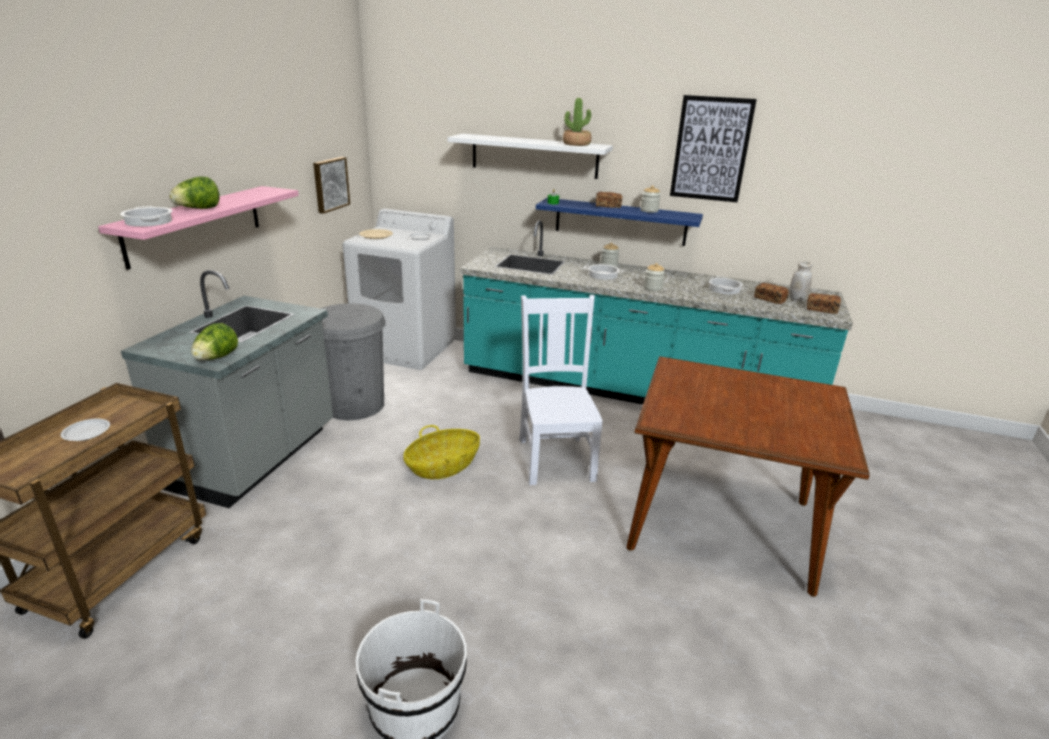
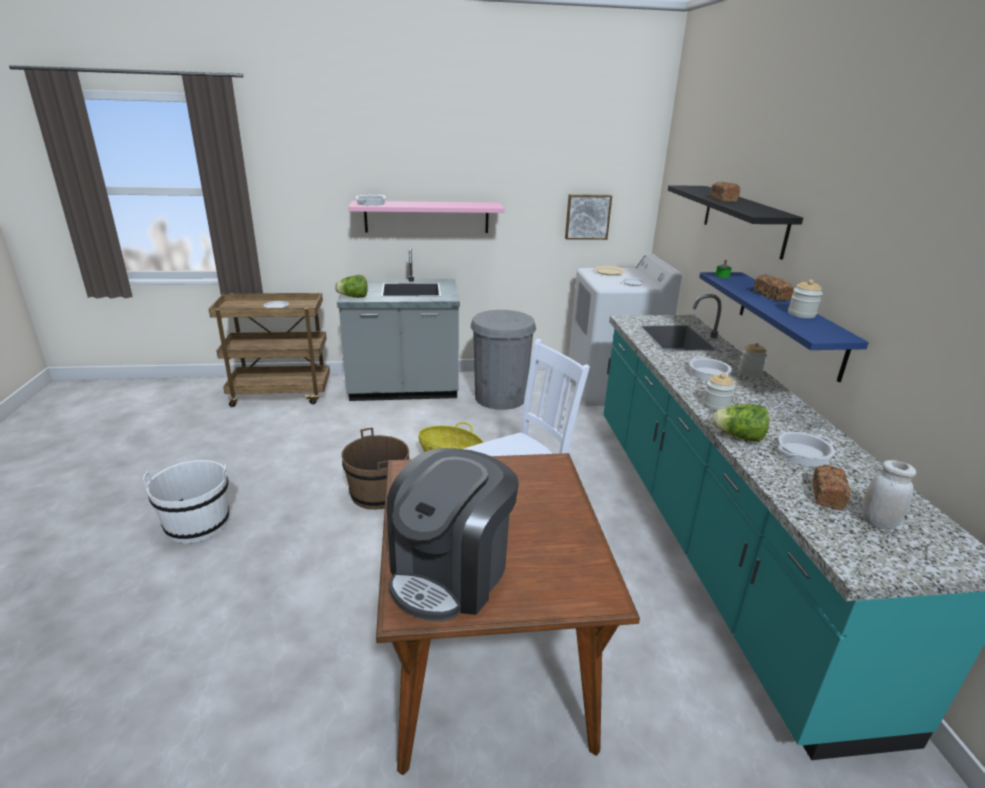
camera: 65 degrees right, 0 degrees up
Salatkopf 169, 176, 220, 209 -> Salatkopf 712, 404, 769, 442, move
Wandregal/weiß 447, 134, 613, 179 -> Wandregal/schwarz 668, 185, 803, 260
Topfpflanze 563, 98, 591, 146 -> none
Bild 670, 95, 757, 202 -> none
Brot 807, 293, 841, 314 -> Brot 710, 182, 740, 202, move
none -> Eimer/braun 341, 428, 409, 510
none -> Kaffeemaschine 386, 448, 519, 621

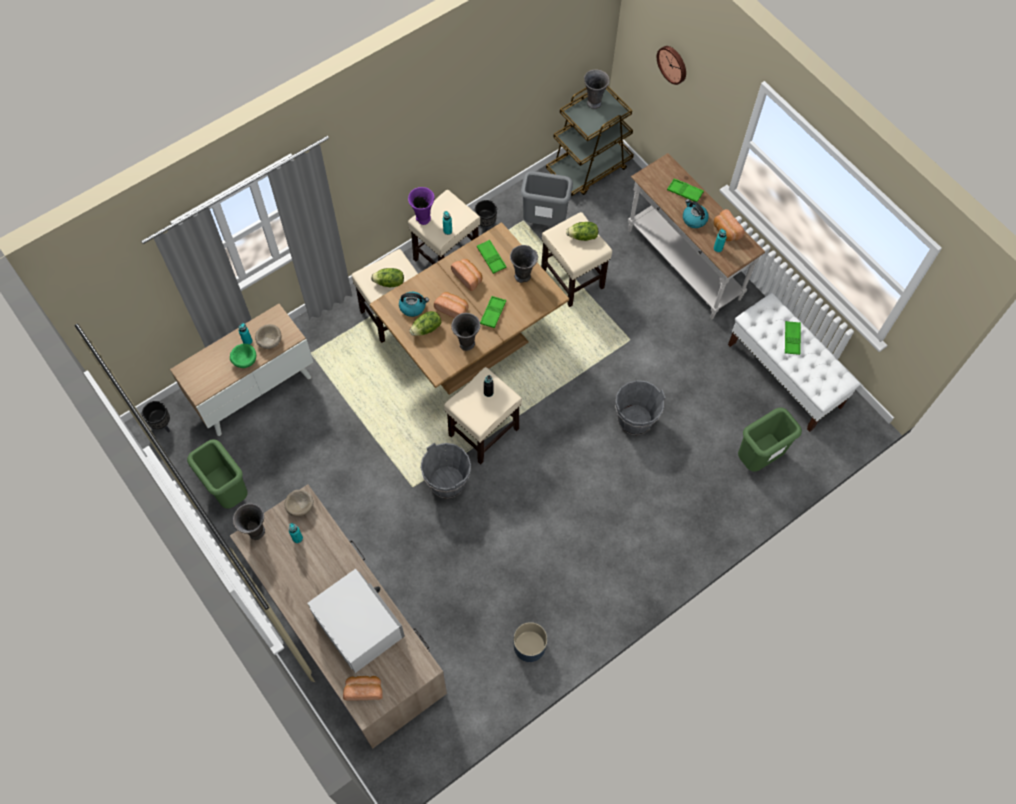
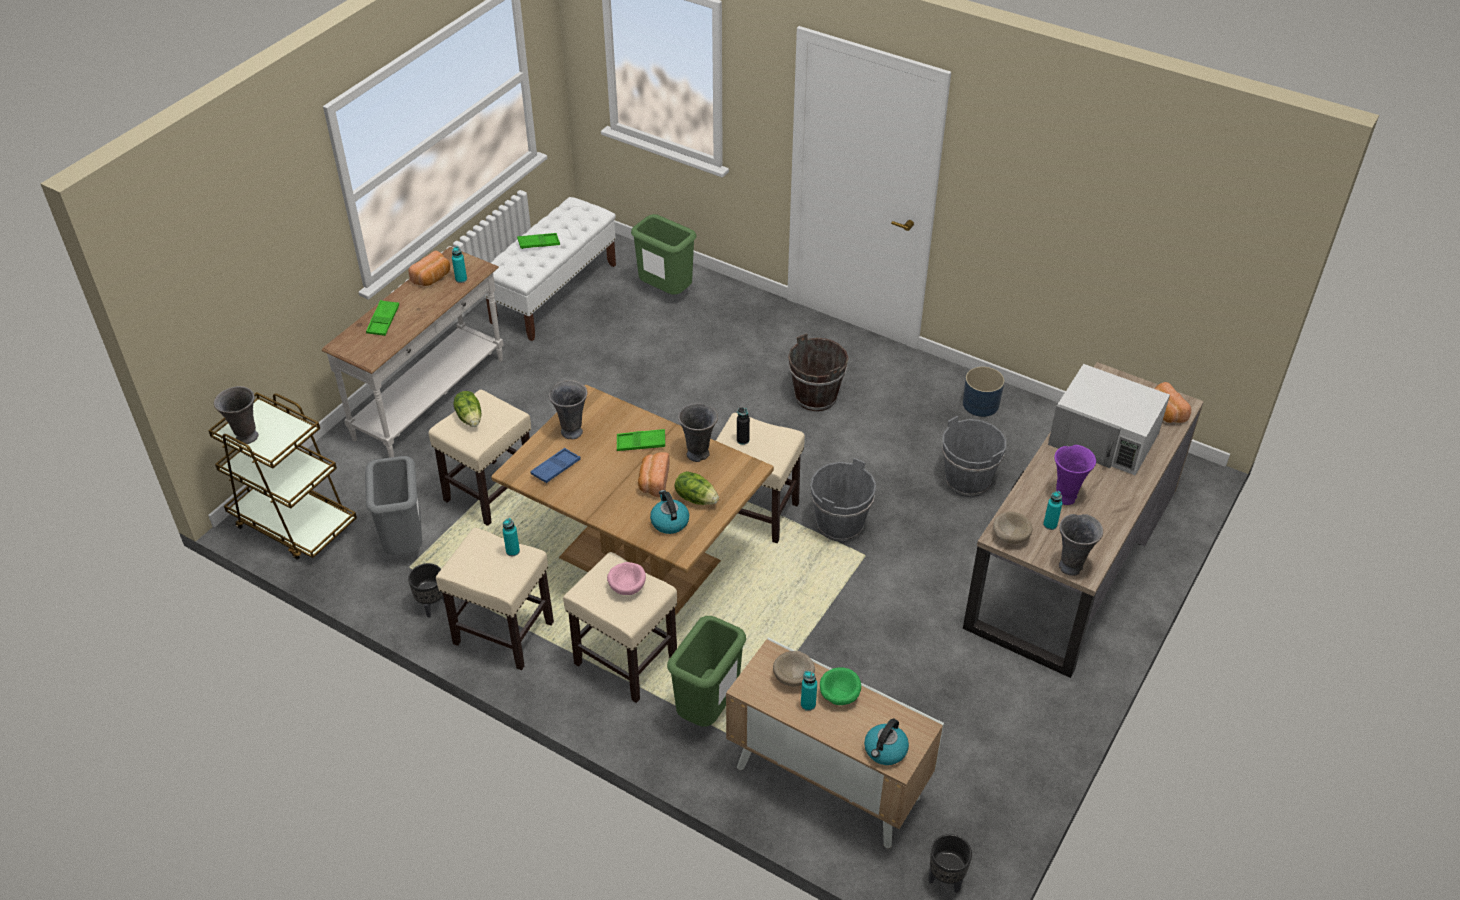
camera: 110 degrees left, 20 degrees down
Mülleimer/grün 187, 439, 247, 509 -> Mülleimer/grün 667, 616, 746, 727, move
Mikrowelle/weiß 308, 569, 405, 673 -> Mikrowelle/weiß 1048, 364, 1170, 476, 90 degrees counterclockwise
Salatkopf 371, 268, 404, 288 -> Schüssel/rosa 607, 562, 646, 595
Vase/lila 408, 187, 435, 225 -> Vase/lila 1055, 445, 1096, 505, move
Brot 451, 259, 482, 291 -> none
Tablett/grün 477, 240, 506, 274 -> Tablett/blau 530, 448, 581, 483
Eimer/grau 615, 380, 666, 435 -> Eimer/grau 942, 416, 1006, 497, move
Wanduhr 657, 46, 686, 85 -> none
Wasserkessel 683, 199, 709, 228 -> Wasserkessel 864, 718, 909, 765, move
none -> Eimer/braun 788, 333, 849, 412

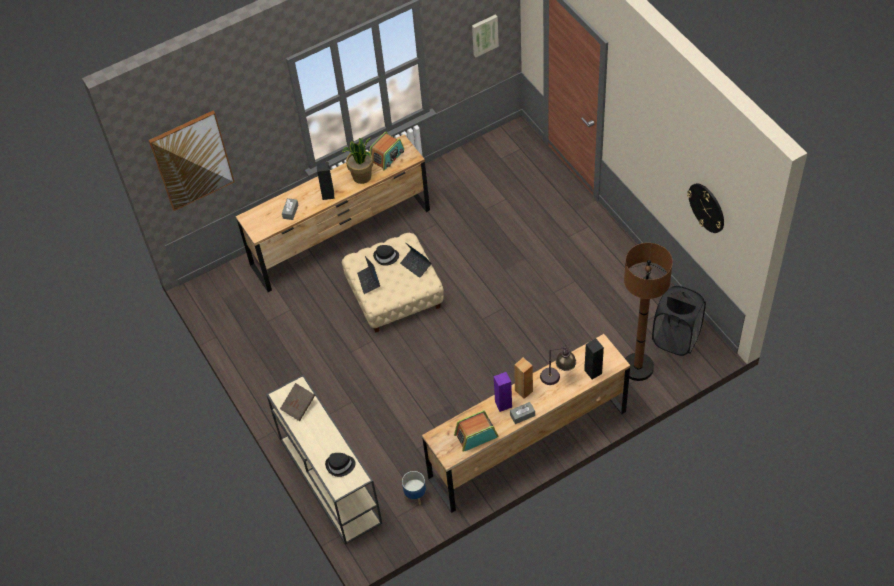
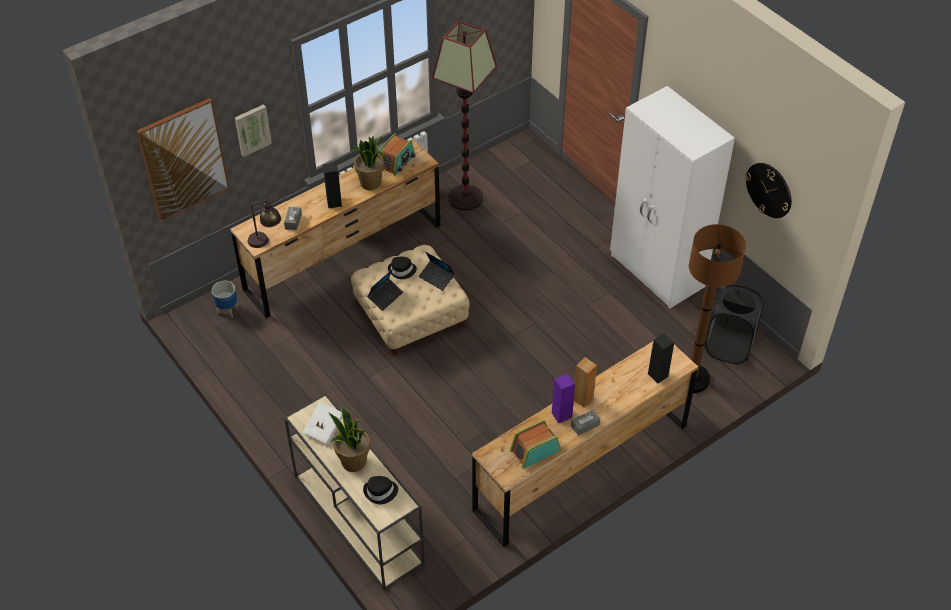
camera: 10 degrees left, 5 degrees down
Buch/braun 280, 383, 315, 421 -> Buch/weiß 303, 402, 342, 445
Laptop 357, 256, 380, 294 -> Laptop 367, 269, 403, 311, 120 degrees counterclockwise
Pflanzkübel 402, 471, 426, 505 -> Pflanzkübel 212, 281, 239, 317, move
Bild 472, 14, 499, 57 -> Bild 235, 104, 272, 157, move
Tischlampe 540, 345, 576, 385 -> Tischlampe 248, 197, 281, 248, move
none -> Topfpflanze 329, 407, 370, 472
none -> Stehlampe 432, 21, 497, 211
none -> Kleiderschrank/weiß 610, 86, 735, 308

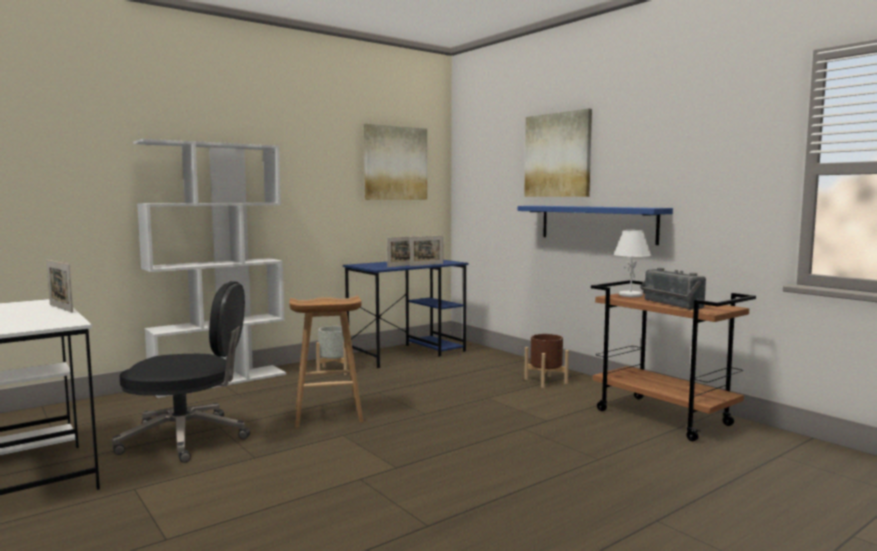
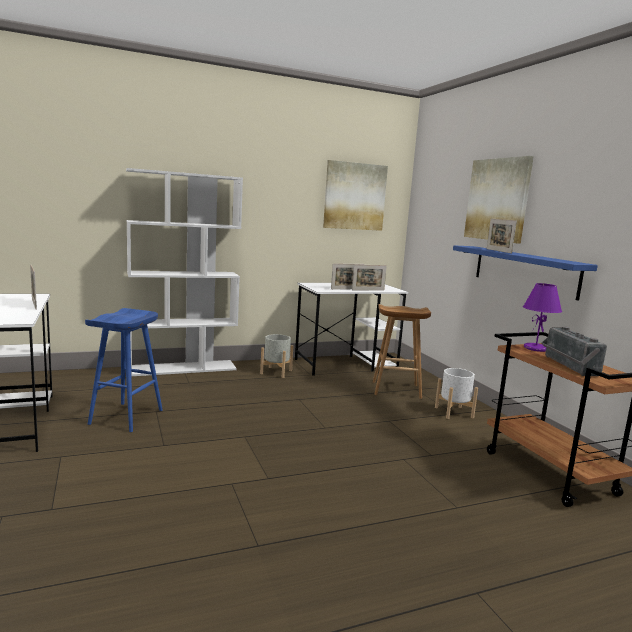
camera: 15 degrees right, 5 degrees up
Bürostuhl/schwarz 112, 281, 251, 463 -> Hocker/blau 85, 308, 163, 432
Hocker/braun 290, 295, 363, 427 -> Hocker/braun 373, 304, 431, 399, move
Schreibtisch/blau 343, 260, 469, 368 -> Schreibtisch/weiß 295, 283, 408, 376
Pflanzkübel/braun 524, 334, 569, 388 -> Pflanzkübel/weiß 435, 368, 478, 419
Tischlampe/weiß 613, 230, 652, 297 -> Tischlampe/lila 523, 283, 562, 352
none -> Bilderrahmen 487, 219, 517, 253

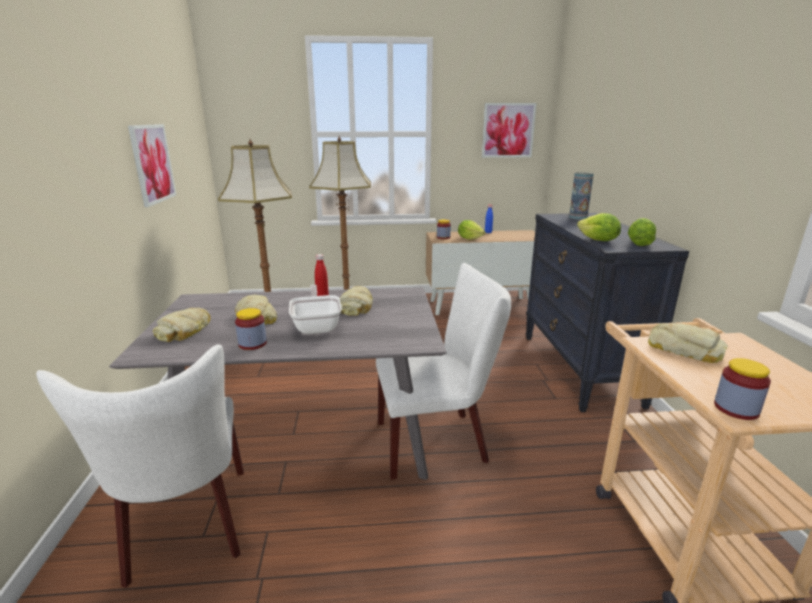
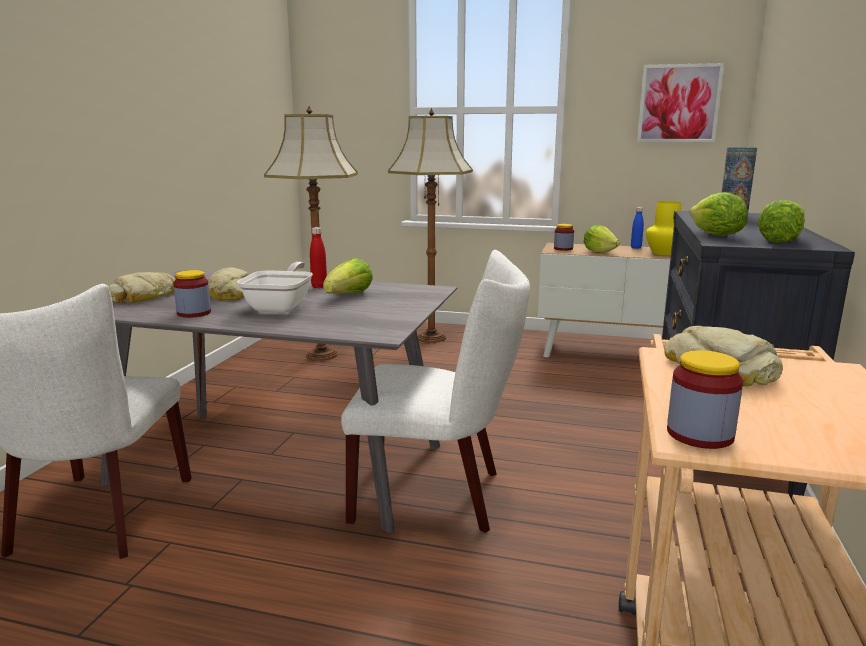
camera: 20 degrees right, 5 degrees down
Bild 128, 124, 176, 207 -> none
Brot 340, 286, 373, 316 -> Salatkopf 323, 258, 373, 294
none -> Vase/gelb 646, 201, 681, 255

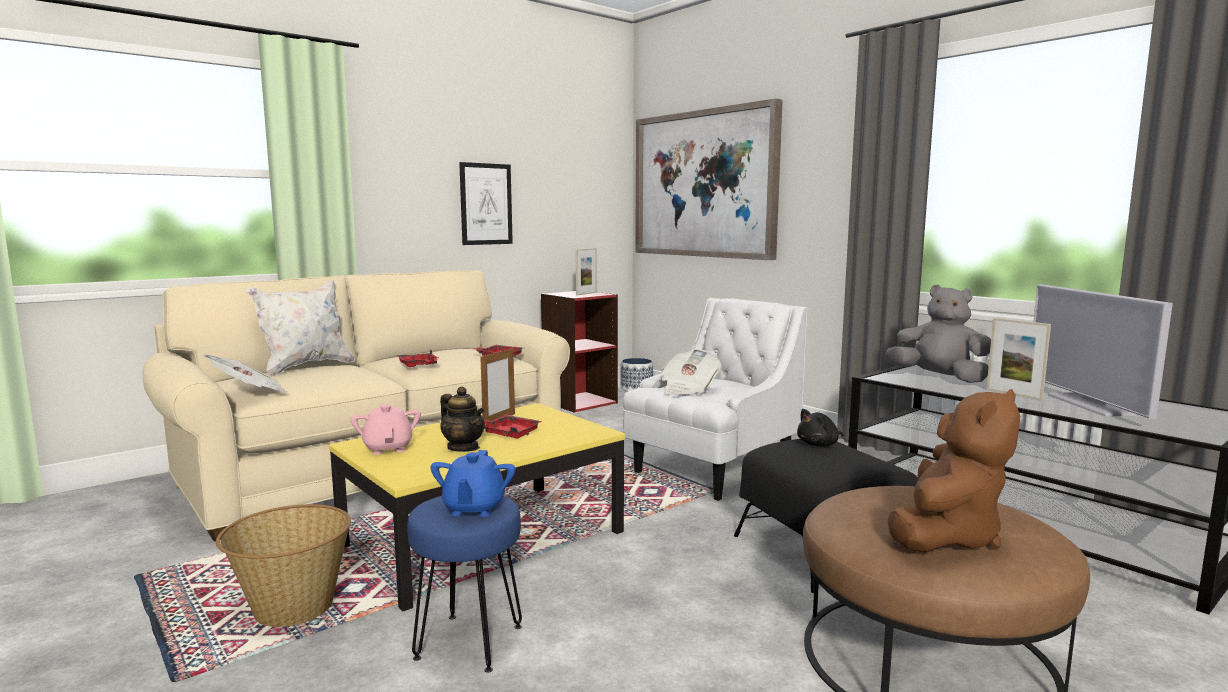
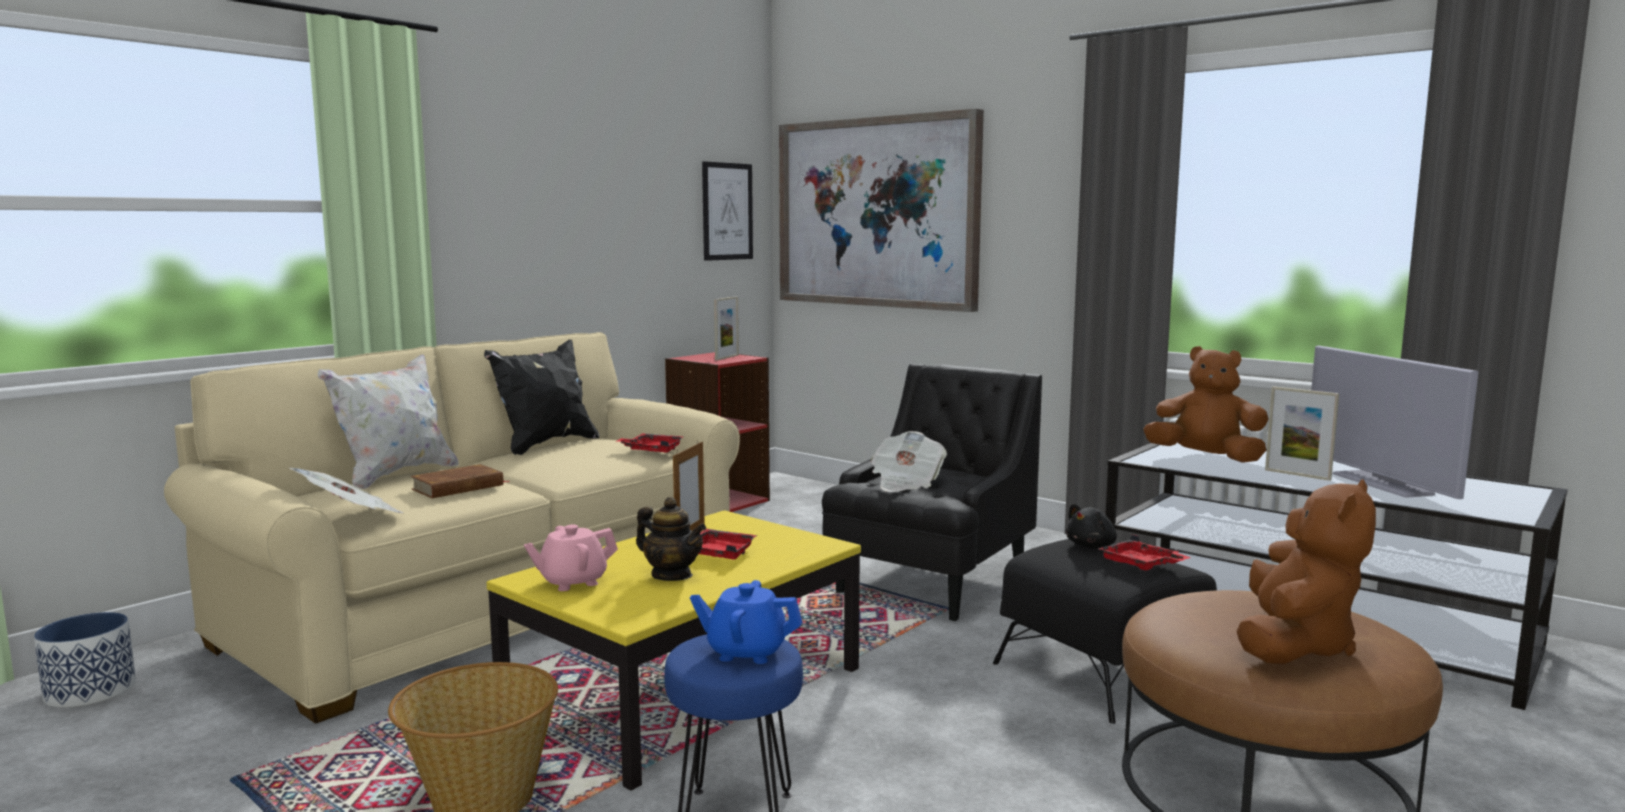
camera: 10 degrees left, 0 degrees up
Teekanne/rosa 350, 404, 421, 455 -> Teekanne/rosa 524, 525, 618, 591, 90 degrees counterclockwise
Tablett/rot 396, 350, 439, 367 -> Tablett/rot 1098, 534, 1191, 571, move
Teekanne/blau 431, 450, 515, 517 -> Teekanne/blau 690, 580, 802, 664, 105 degrees clockwise
Bild 459, 162, 513, 245 -> Bild 702, 161, 753, 261, move
Pflanzkübel 621, 358, 653, 391 -> Pflanzkübel 34, 612, 136, 708, move
Sessel/weiß 623, 298, 808, 501 -> Sessel/schwarz 822, 363, 1042, 621
Plüschtier/grau 885, 285, 991, 383 -> Plüschtier/braun 1143, 346, 1269, 463
none -> Buch/braun 410, 464, 510, 498
none -> Kissen/schwarz 484, 340, 599, 455

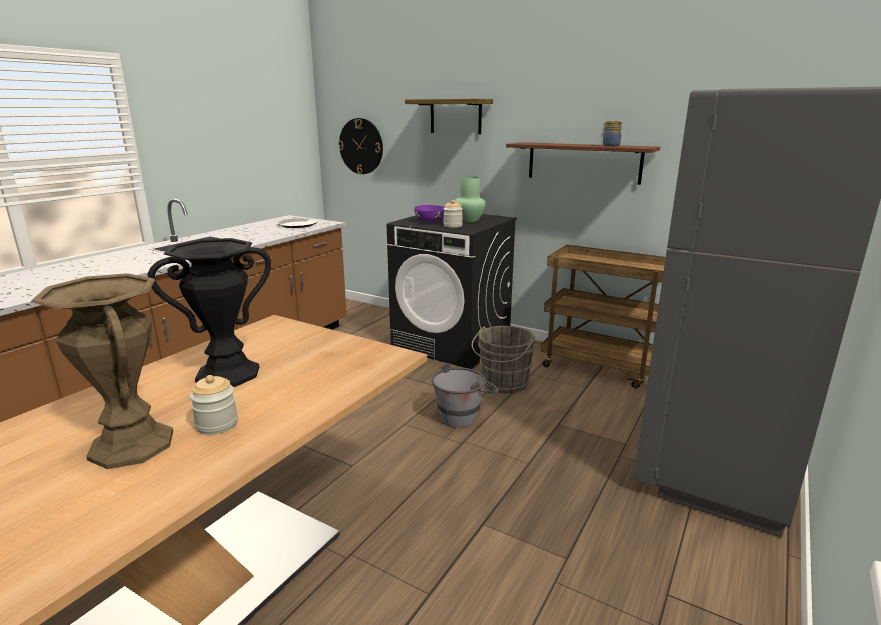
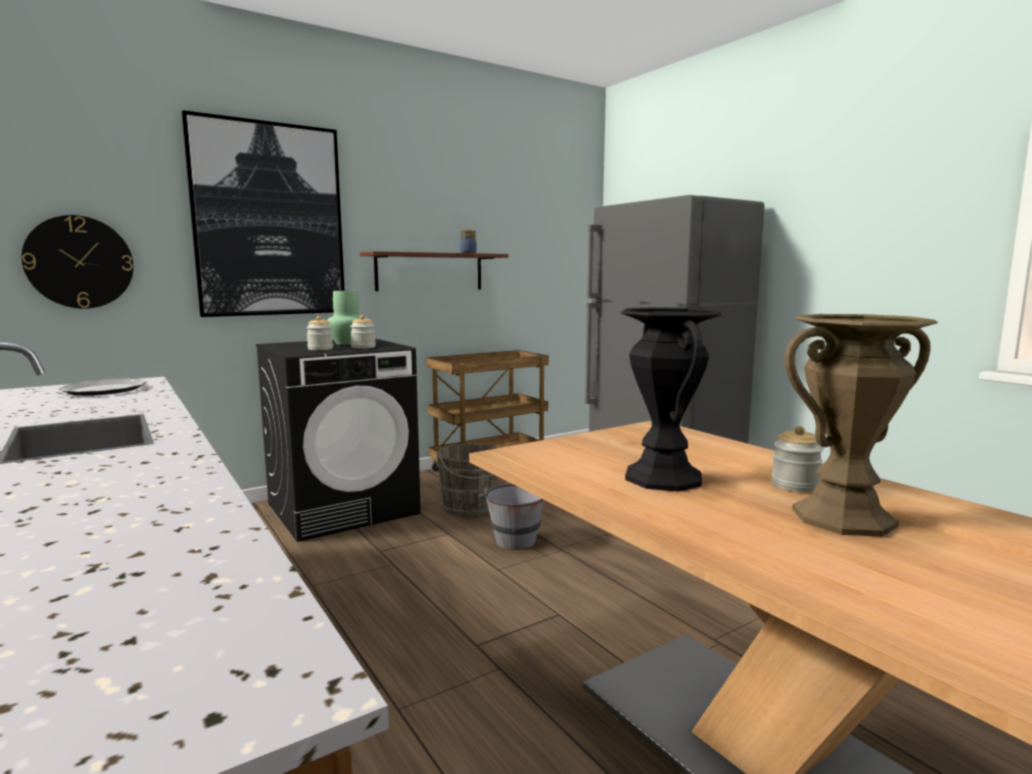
camera: 65 degrees left, 10 degrees down
Wandregal 405, 99, 493, 134 -> Bild 181, 110, 344, 317
Schüssel/lila 414, 205, 445, 222 -> Vorratsglas 306, 316, 333, 350

